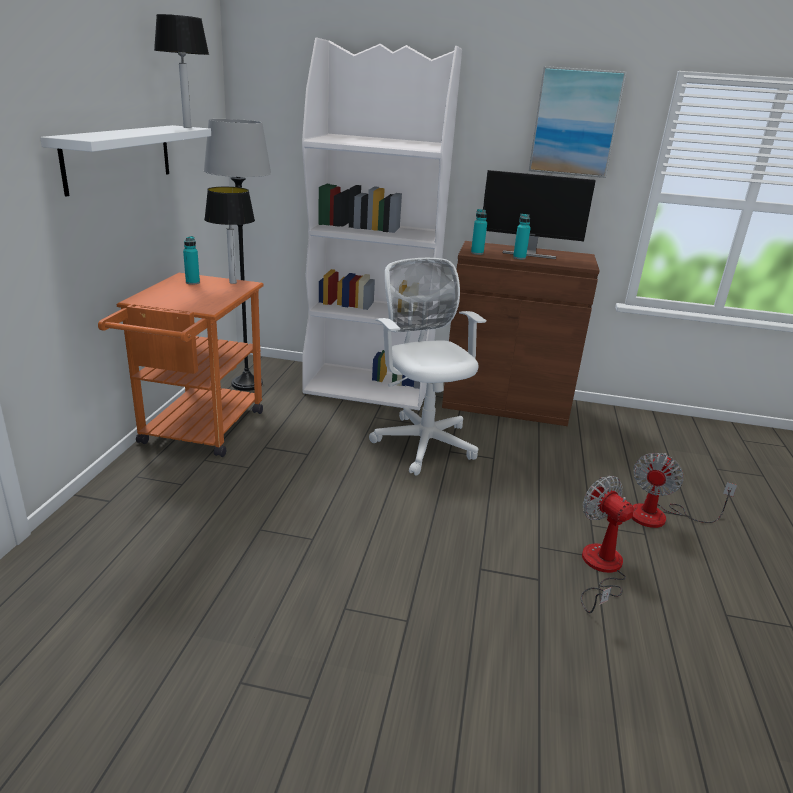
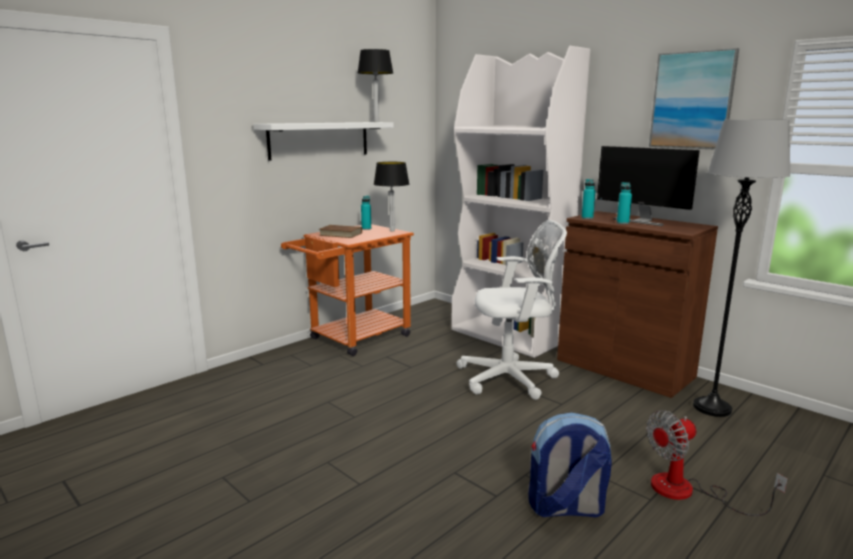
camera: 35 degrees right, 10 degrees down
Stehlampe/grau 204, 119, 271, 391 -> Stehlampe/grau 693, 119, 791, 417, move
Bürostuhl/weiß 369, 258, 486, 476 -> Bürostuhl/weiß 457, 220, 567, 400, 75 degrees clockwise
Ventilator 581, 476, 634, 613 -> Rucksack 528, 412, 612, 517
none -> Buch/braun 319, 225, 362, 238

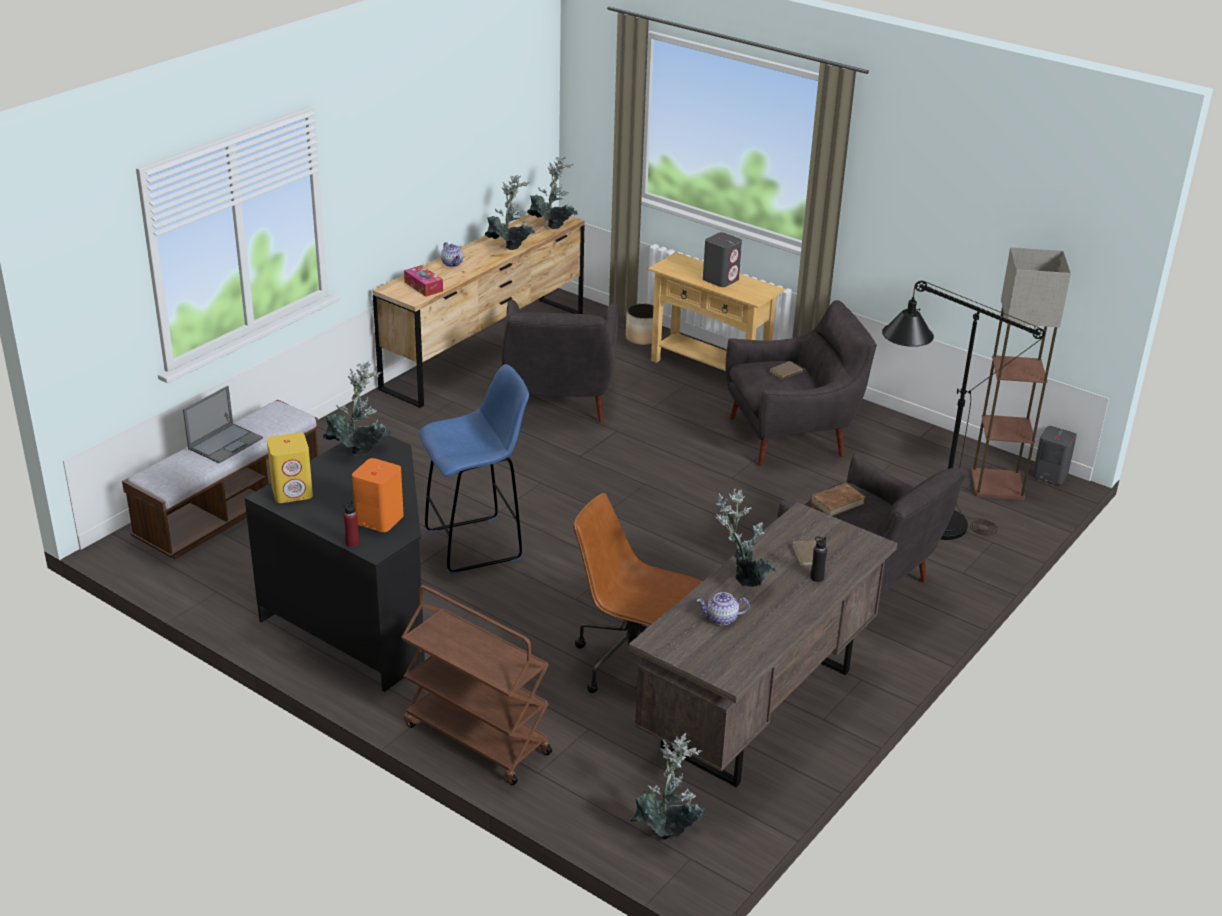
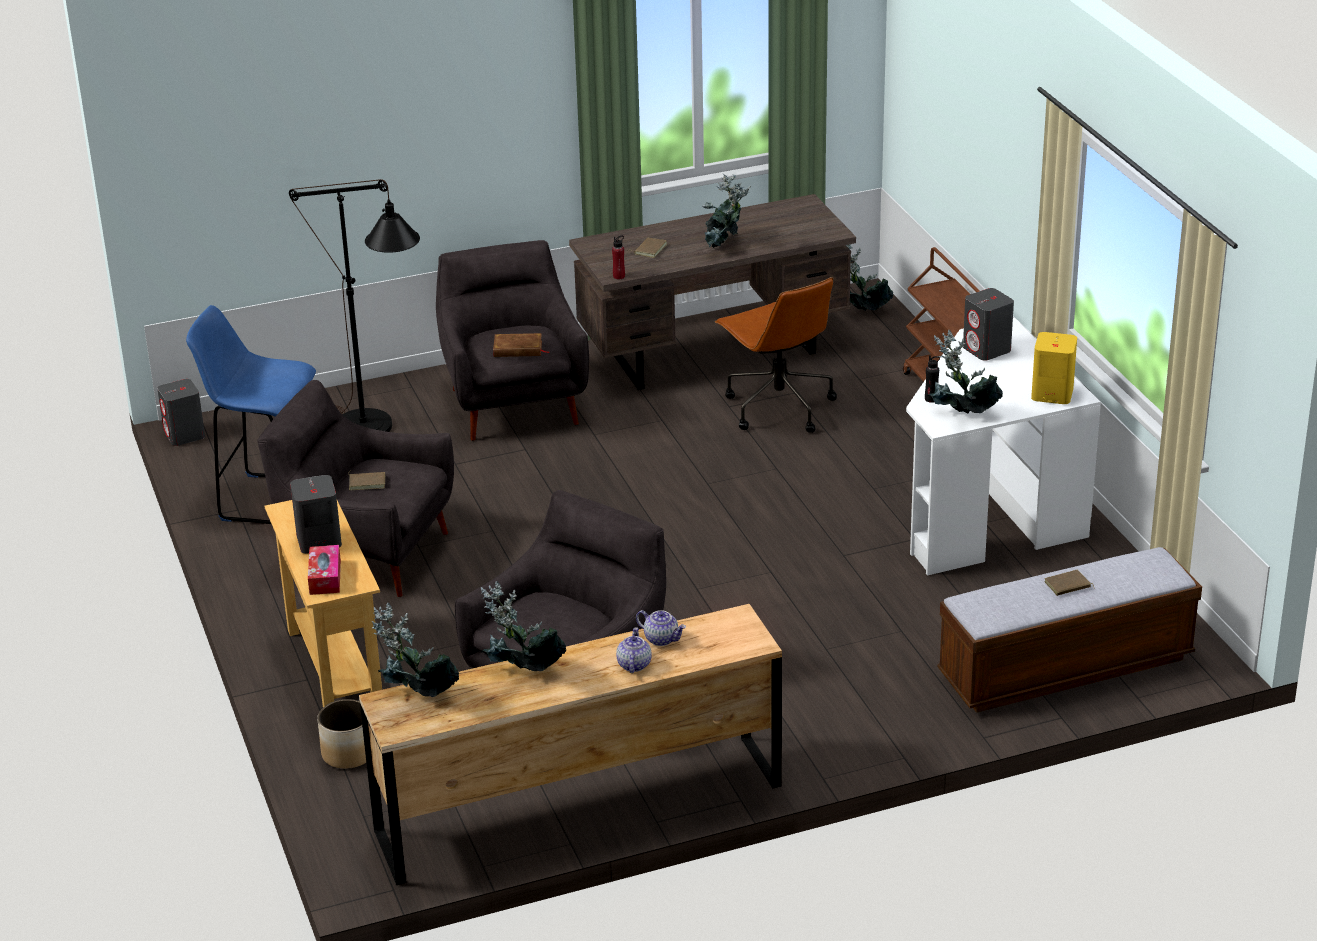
camera: 145 degrees left, 0 degrees up
Laptop 183, 386, 263, 464 -> Buch/braun 1044, 570, 1095, 596
Schreibtisch/schwarz 245, 435, 425, 692 -> Schreibtisch/weiß 906, 318, 1101, 576
Flasche/rot 344, 500, 359, 547 -> Flasche/rot 612, 236, 625, 279, move
Lautsprecher/orange 352, 458, 404, 532 -> Lautsprecher/grau 963, 288, 1014, 361
Taschentuchbox 404, 265, 443, 297 -> Taschentuchbox 308, 545, 341, 595, move
Hocker/blau 419, 364, 529, 575 -> Hocker/blau 186, 305, 316, 524, move
Teekanne 697, 592, 750, 625 -> Teekanne 636, 610, 686, 646, move
Flasche/schwarz 810, 536, 827, 582 -> Flasche/schwarz 925, 355, 940, 403, move
Stehlampe 971, 247, 1071, 500 -> none

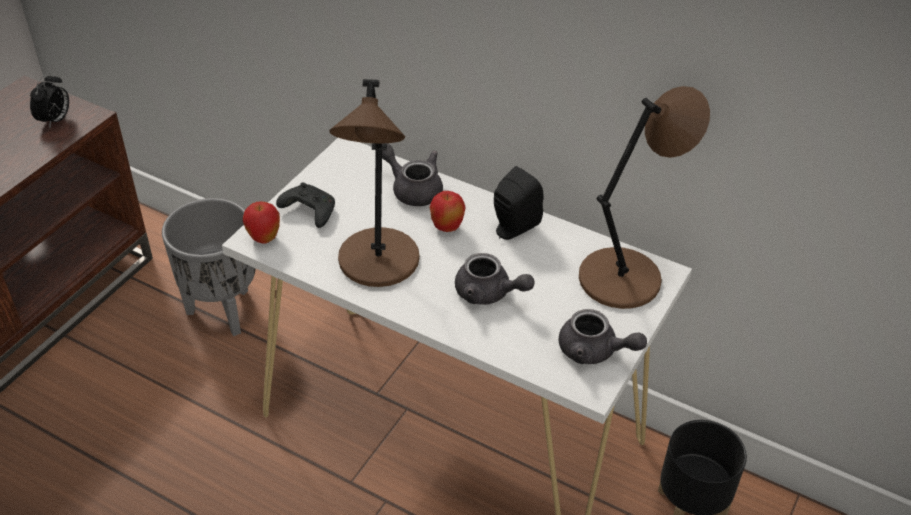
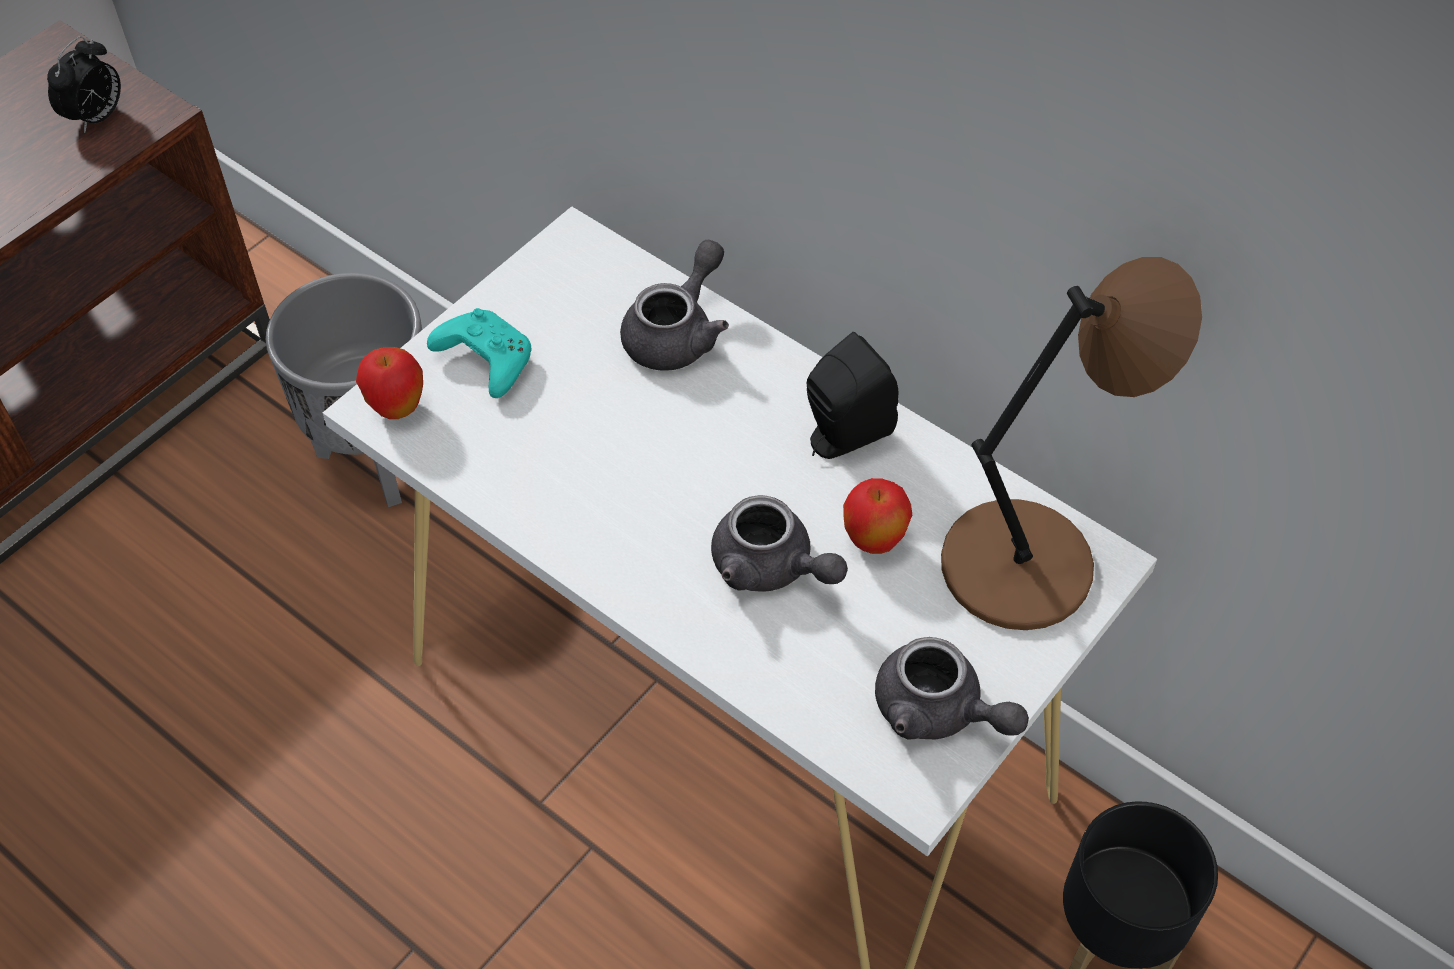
camera: 10 degrees right, 10 degrees up
Gamepad/schwarz 276, 183, 335, 228 -> Gamepad/türkis 427, 308, 531, 398
Tischlampe/braun 330, 79, 420, 287 -> none
Teekanne/grau 382, 143, 443, 206 -> Teekanne/grau 620, 240, 729, 371, 75 degrees clockwise
Apfel 430, 191, 466, 232 -> Apfel 843, 478, 912, 554, move

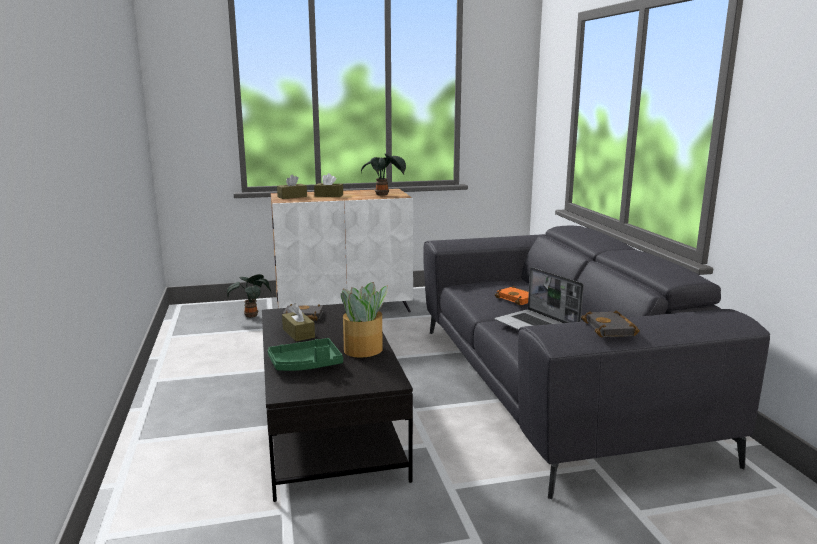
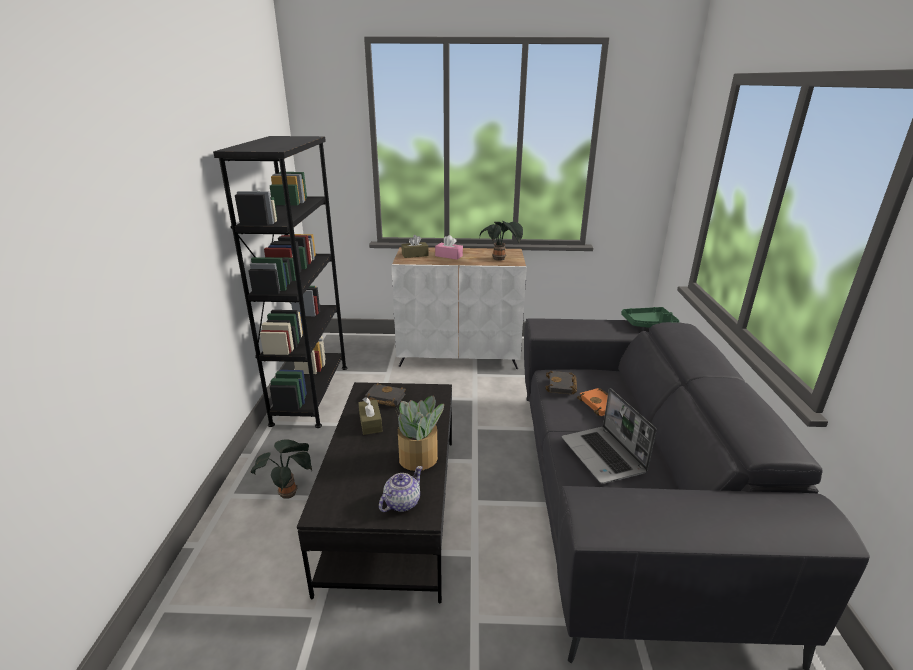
camera: 15 degrees right, 10 degrees up
Topfpflanze 227, 274, 271, 318 -> Topfpflanze 251, 439, 312, 499, move
Tablett/grün 268, 338, 343, 371 -> Tablett/grün 621, 307, 680, 328, move
Taschentuchbox/braun 314, 173, 343, 197 -> Taschentuchbox/rosa 435, 235, 463, 260
Buch/schwarz 581, 311, 640, 337 -> Buch/schwarz 546, 371, 577, 395, move
none -> Bücherregal/schwarz 213, 136, 347, 428
none -> Teekanne 379, 466, 423, 512

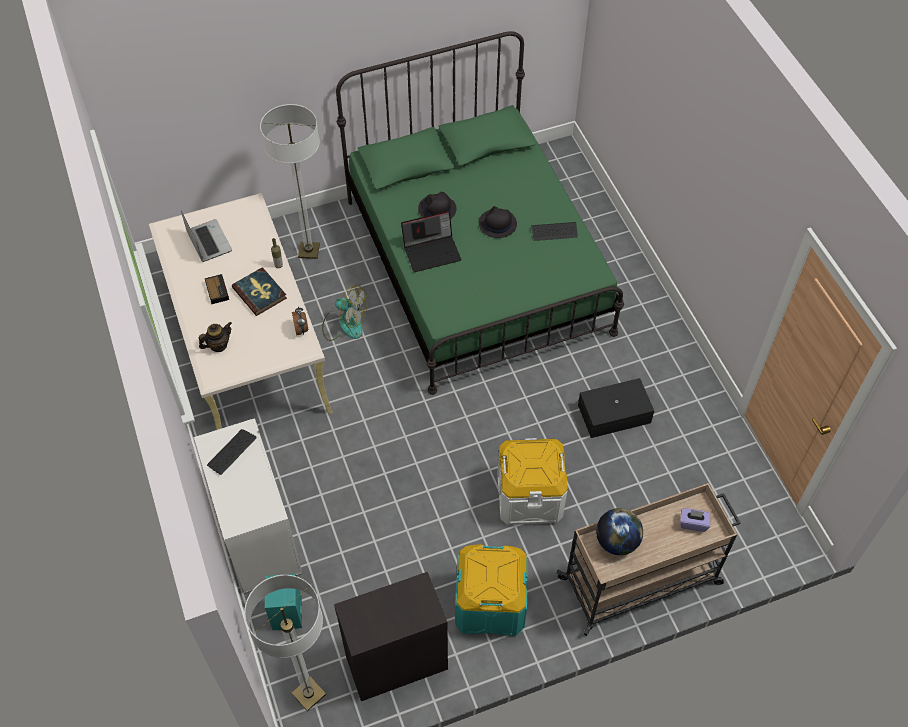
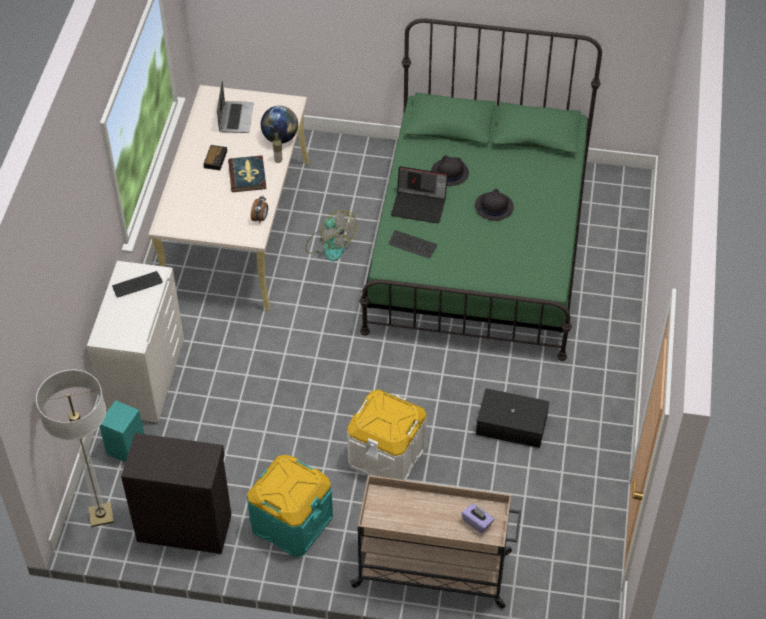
camera: 30 degrees right, 5 degrees down
Teekanne 199, 322, 232, 352 -> none
Stehlampe 260, 104, 320, 259 -> none
Tastatur 531, 222, 578, 241 -> Tastatur 389, 230, 437, 258, move
Globus 596, 508, 643, 555 -> Globus 261, 106, 298, 144, move

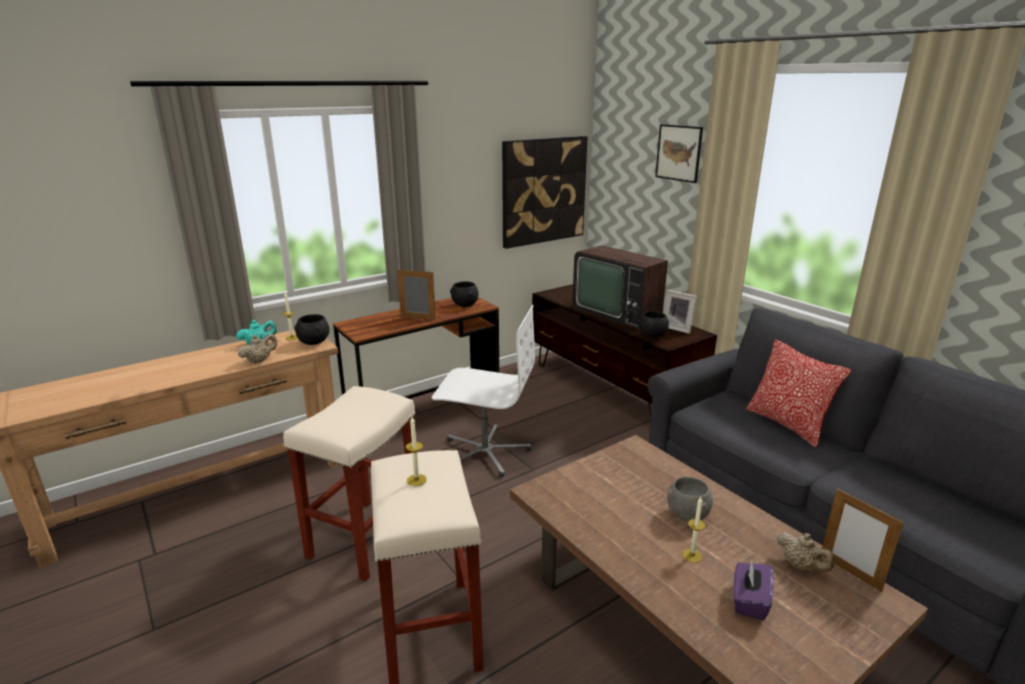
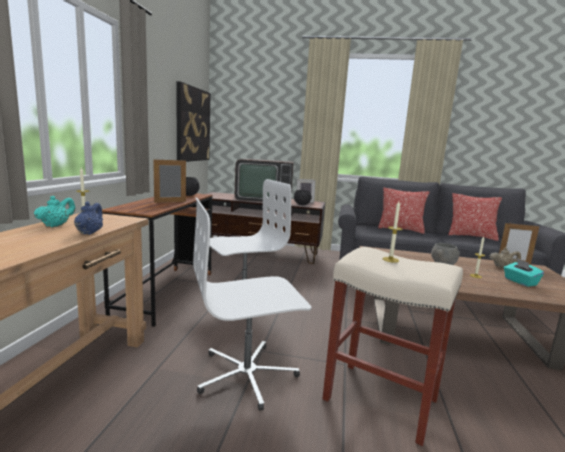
camera: 45 degrees left, 10 degrees down
Teekanne/beige 238, 334, 277, 364 -> Teekanne/blau 74, 201, 103, 235
Hocker/beige 283, 386, 415, 582 -> Bürostuhl/weiß 193, 198, 311, 411
Schüssel/schwarz 294, 314, 330, 345 -> none
Bild 655, 124, 703, 183 -> none
Taschentuchbox/lila 733, 559, 773, 620 -> Taschentuchbox/türkis 504, 259, 544, 287
none -> Kissen 448, 193, 502, 241

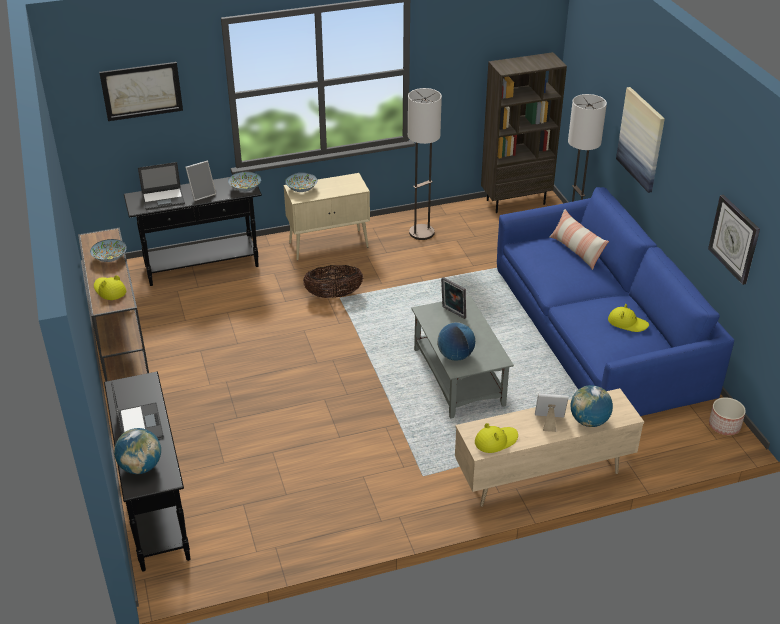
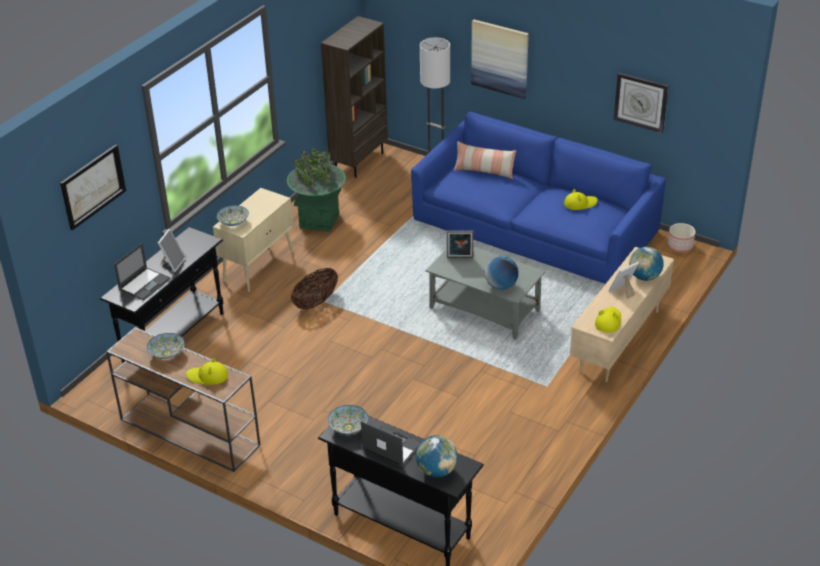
camera: 40 degrees left, 0 degrees up
Schüssel 228, 172, 261, 192 -> Schüssel 328, 405, 368, 434, move
Stehlampe 408, 88, 442, 240 -> Pflanzkübel/grün 287, 148, 346, 232

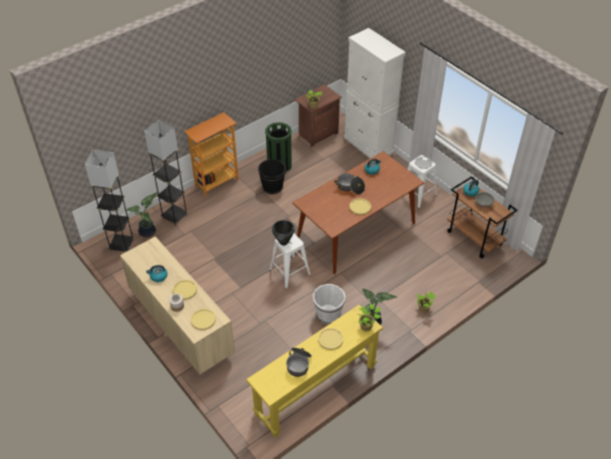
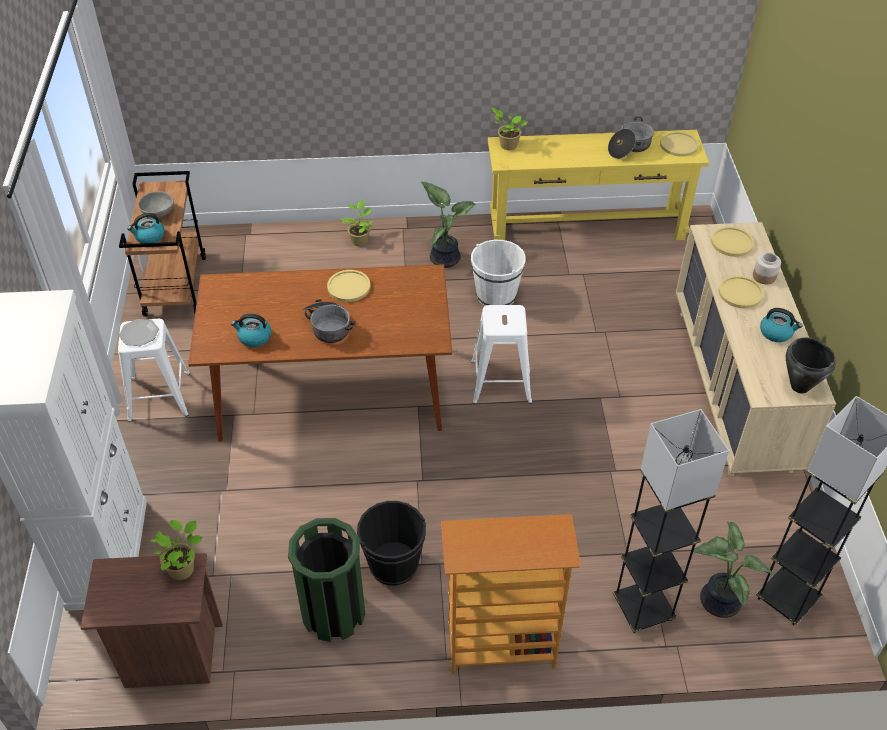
camera: 145 degrees left, 0 degrees up
Kochtopf/schwarz 272, 220, 295, 246 -> Kochtopf/schwarz 786, 337, 836, 393, move
Teller/gelb 318, 328, 343, 350 -> Teller/gelb 660, 131, 699, 157, move

